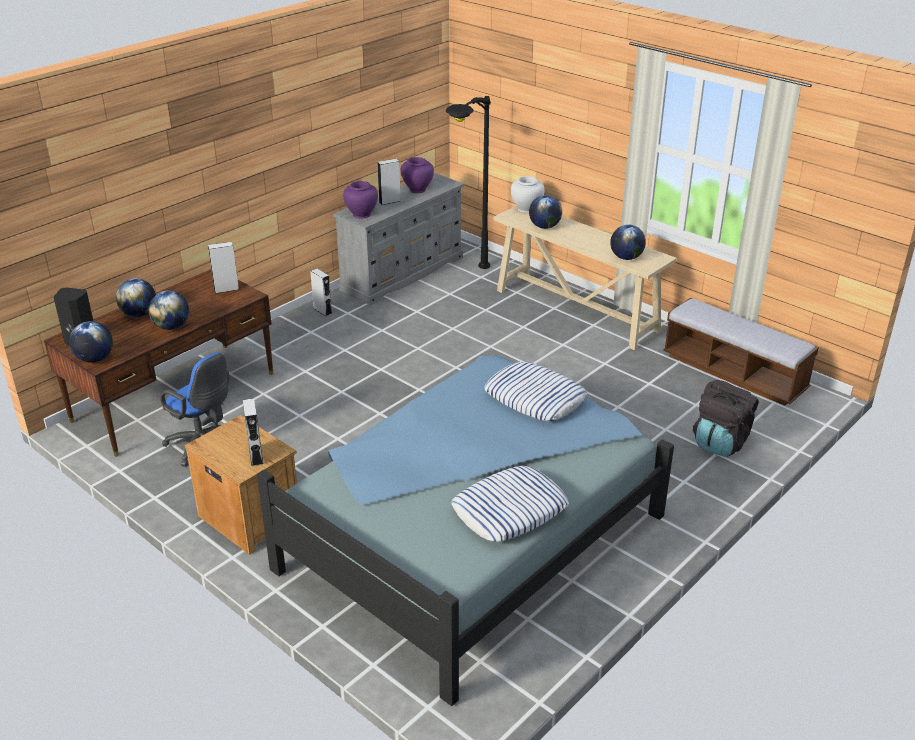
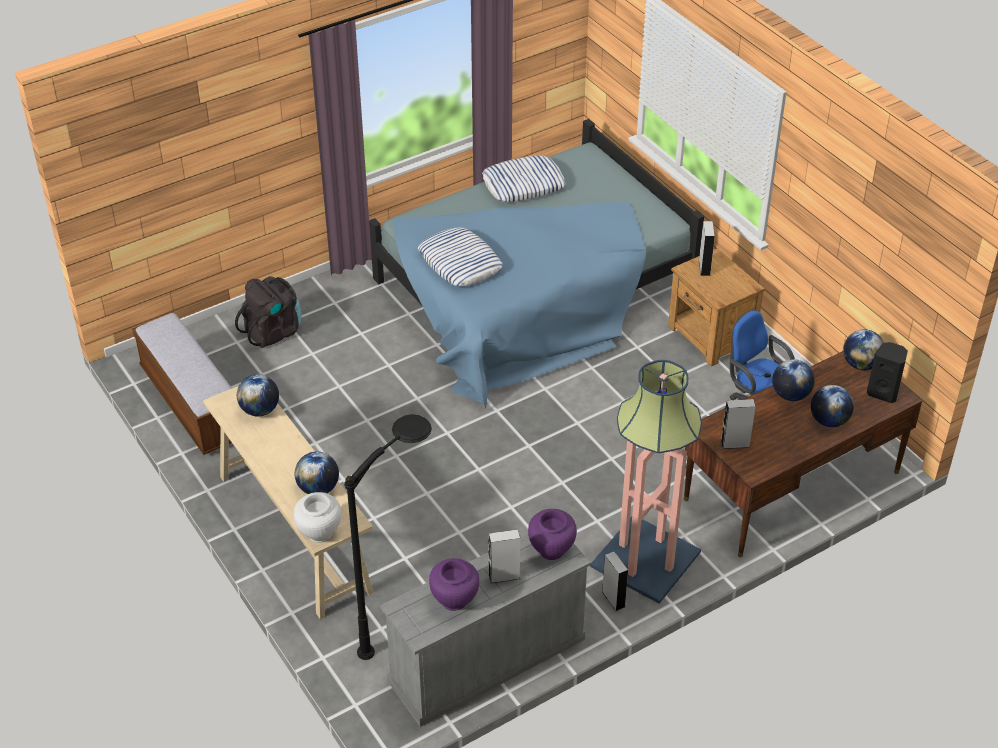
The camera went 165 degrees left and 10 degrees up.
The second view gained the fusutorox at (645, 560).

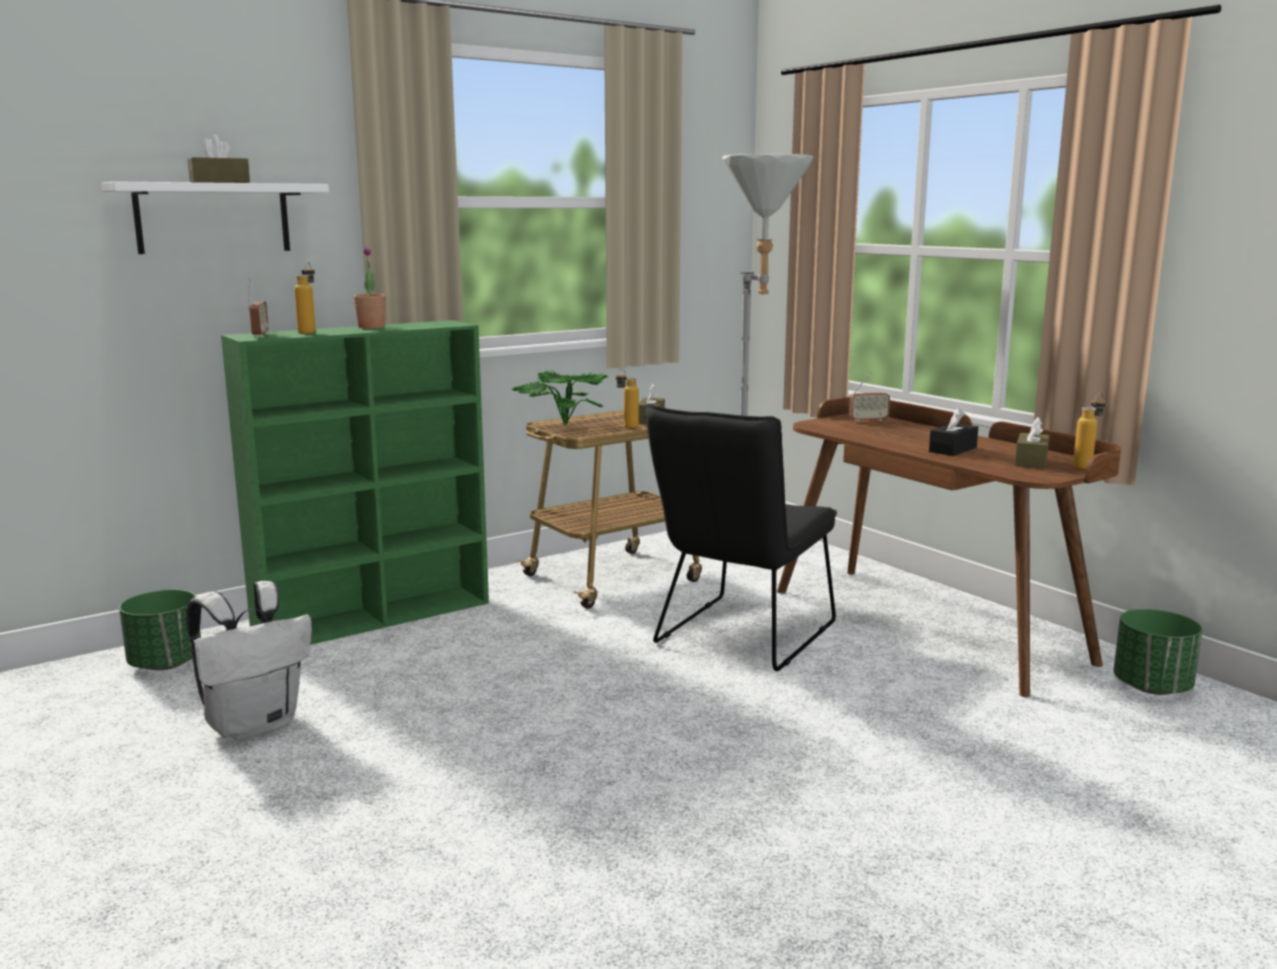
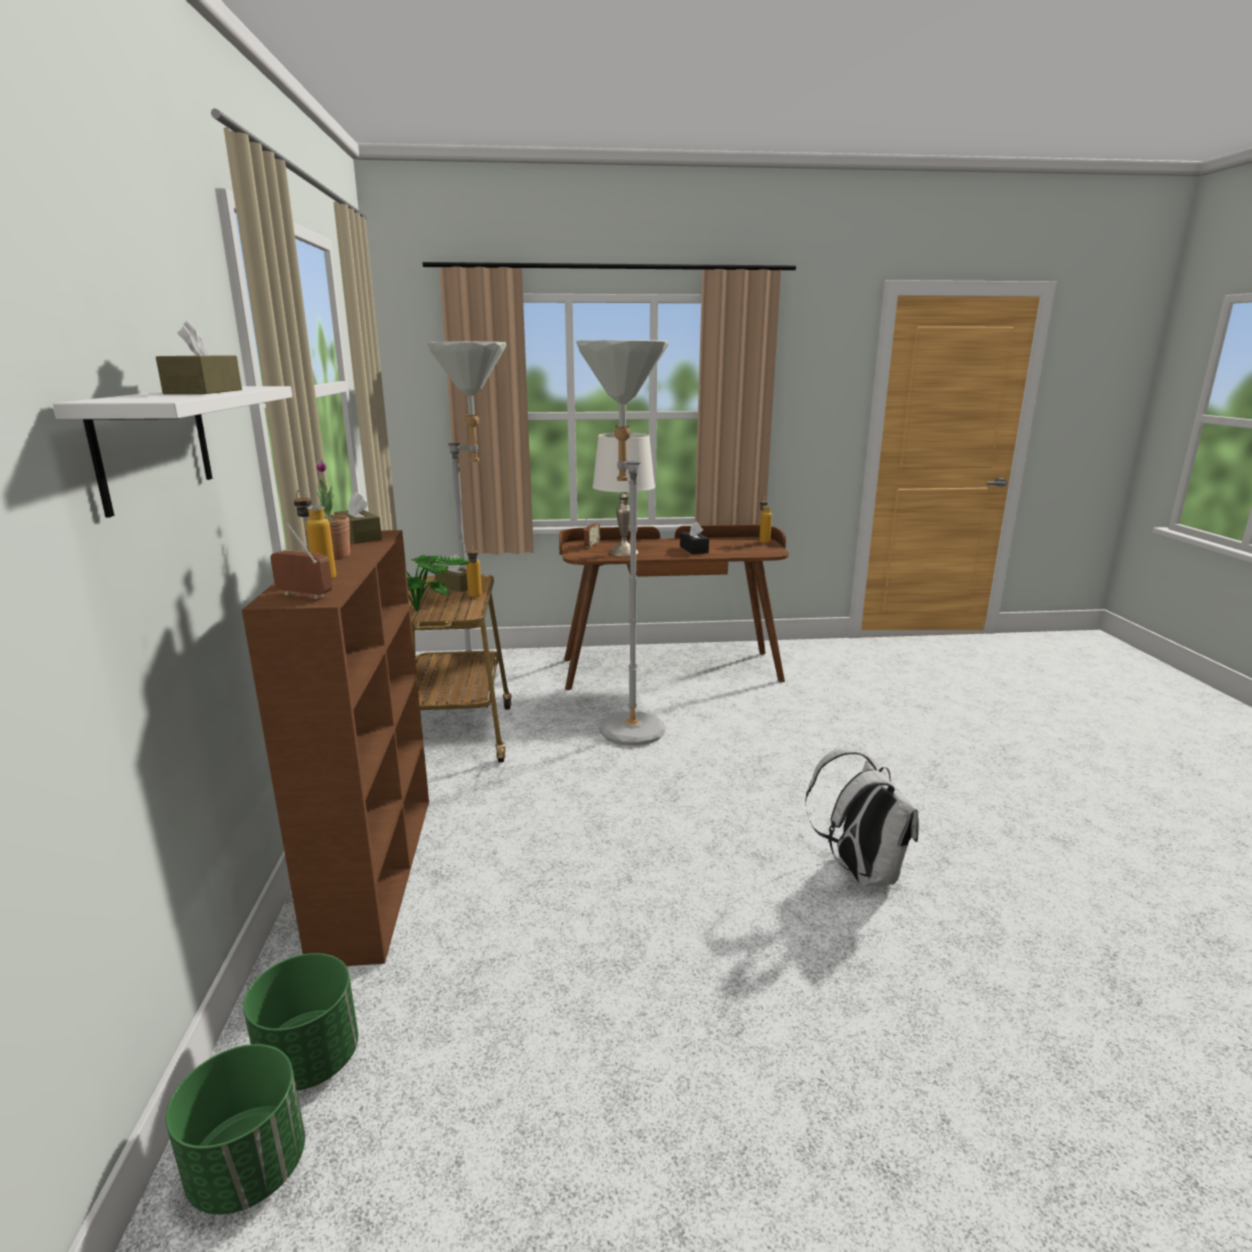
The camera went 60 degrees left and 5 degrees up.
The second view gained the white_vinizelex at (623, 552).
The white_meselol ended up elsewhere, having gone from (254, 725) to (860, 870).
The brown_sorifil ended up elsewhere, having gone from (1031, 461) to (359, 537).
The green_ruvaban ended up elsewhere, having gone from (1152, 687) to (250, 1168).
Where the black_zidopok stood at (739, 637), the grey_fusutorox came to stand at (625, 725).
What was the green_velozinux at (376, 617) turned into the brown_velozinux at (376, 870).

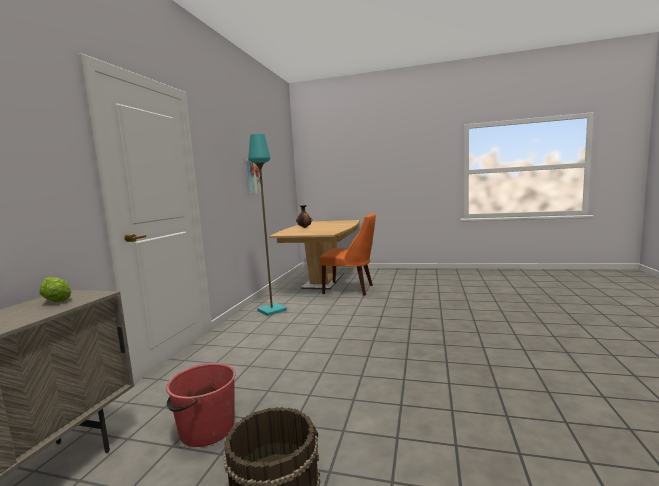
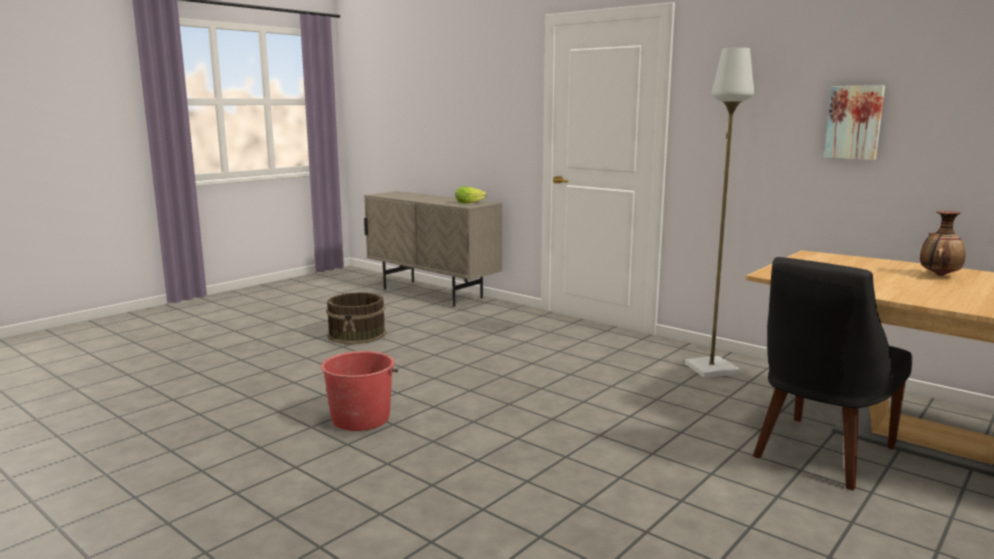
The camera went 115 degrees right and 5 degrees up.
The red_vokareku ended up elsewhere, having gone from (206, 429) to (361, 418).
What was the turquoise_fusutorox at (271, 310) turned into the grey_fusutorox at (710, 369).
What was the orange_zidopok at (351, 289) turned into the black_zidopok at (819, 454).

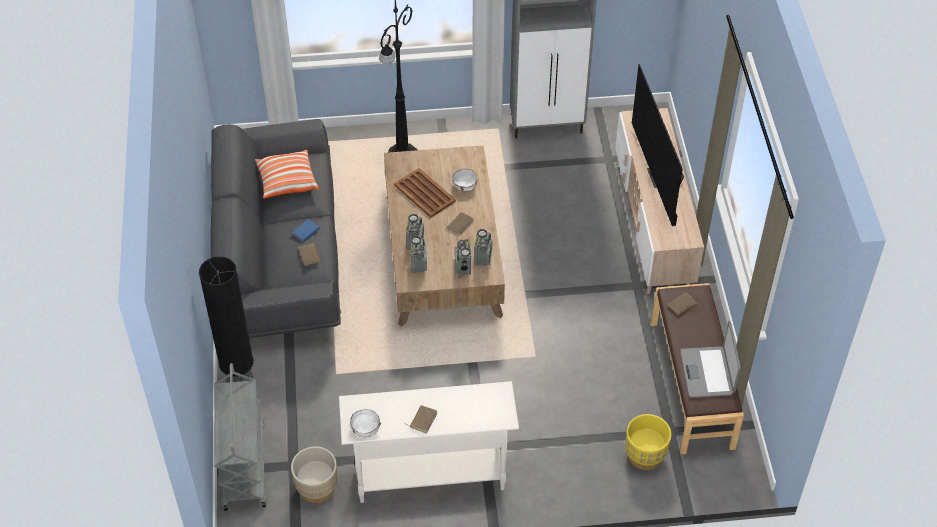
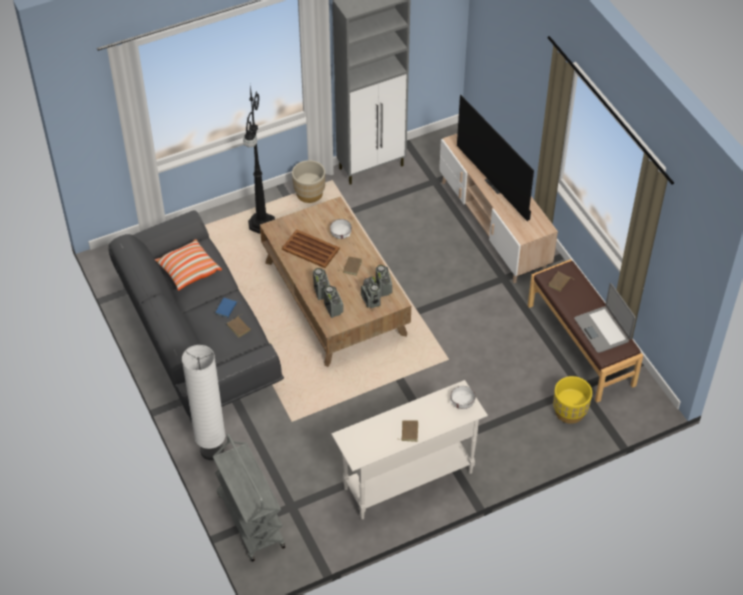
The camera went 20 degrees left and 0 degrees up.
The beige_ruvaban ended up elsewhere, having gone from (316, 488) to (309, 193).
The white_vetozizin ended up elsewhere, having gone from (365, 428) to (462, 402).
What was the black_fusutorox at (239, 379) turned into the white_fusutorox at (212, 450).

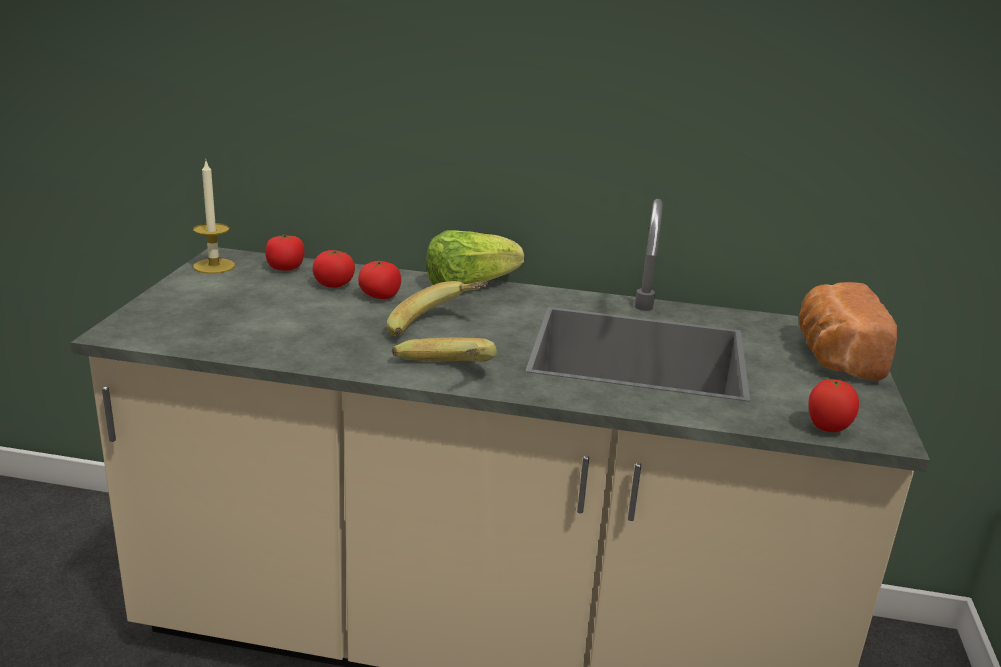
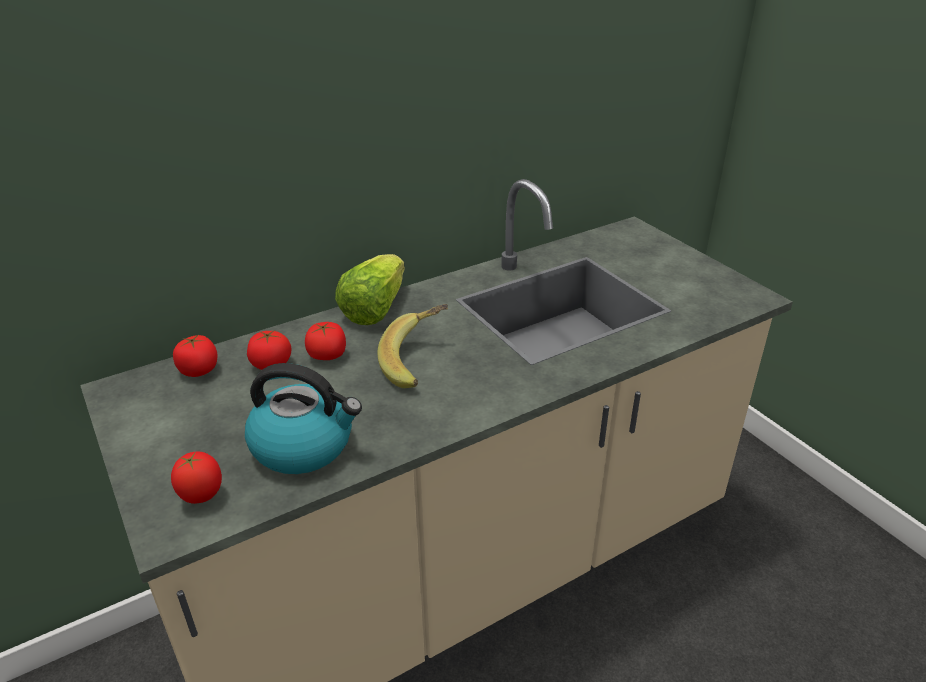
The camera went 40 degrees left and 10 degrees up.
The second view lost the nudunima at (214, 266).
The second view lost the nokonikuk at (443, 377).
The second view lost the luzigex at (834, 356).
The second view gained the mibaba at (304, 445).
The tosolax ended up elsewhere, having gone from (826, 429) to (201, 496).

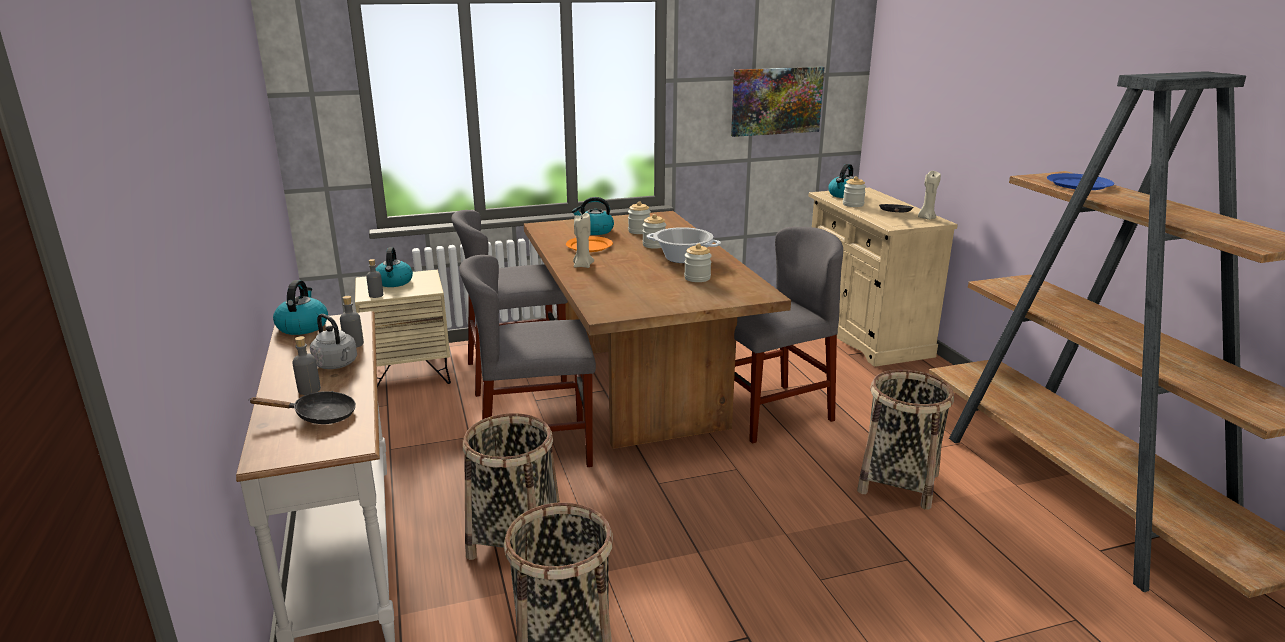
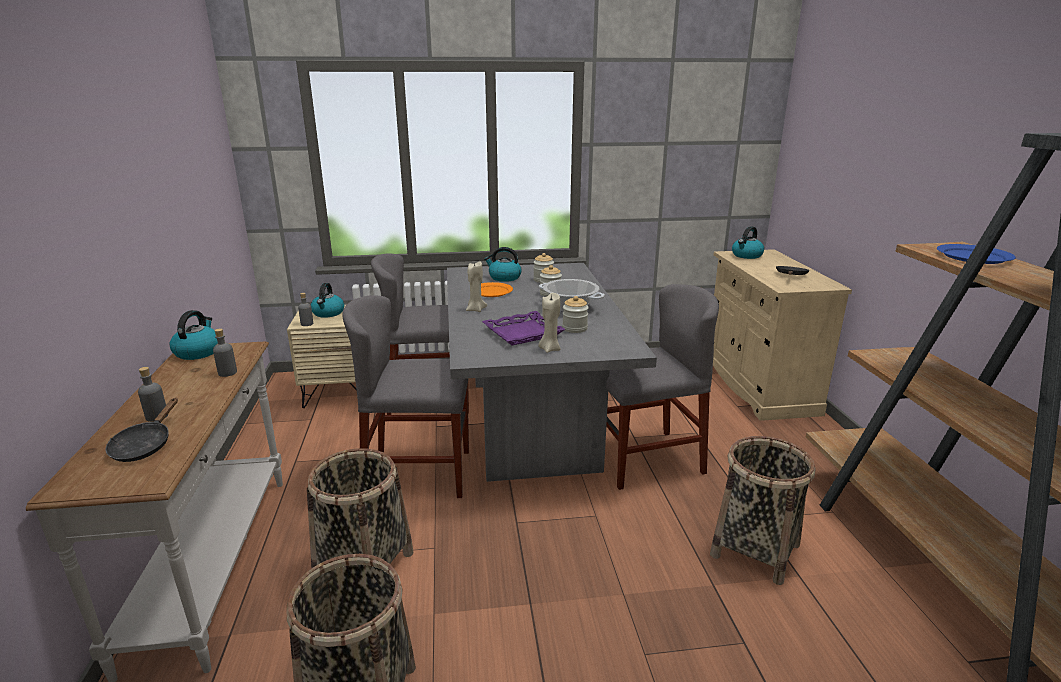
The camera went 10 degrees right and 0 degrees up.
The second view lost the grey_mibaba at (337, 365).
The second view lost the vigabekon at (776, 101).
The second view lost the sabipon at (853, 204).
The second view gained the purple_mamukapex at (523, 333).
The beige_nudunima ended up elsewhere, having gone from (926, 218) to (549, 349).
What was the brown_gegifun at (638, 388) turned into the grey_gegifun at (530, 422).
The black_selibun at (319, 416) ended up facing another way, 90 degrees clockwise from before.

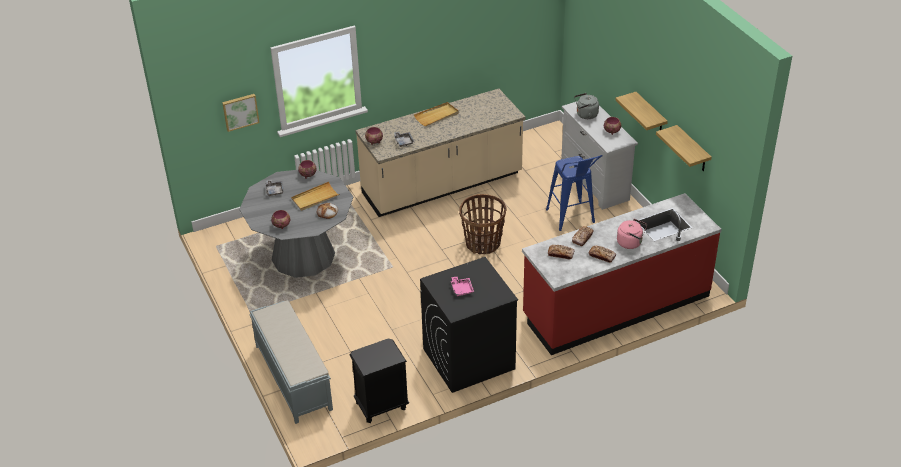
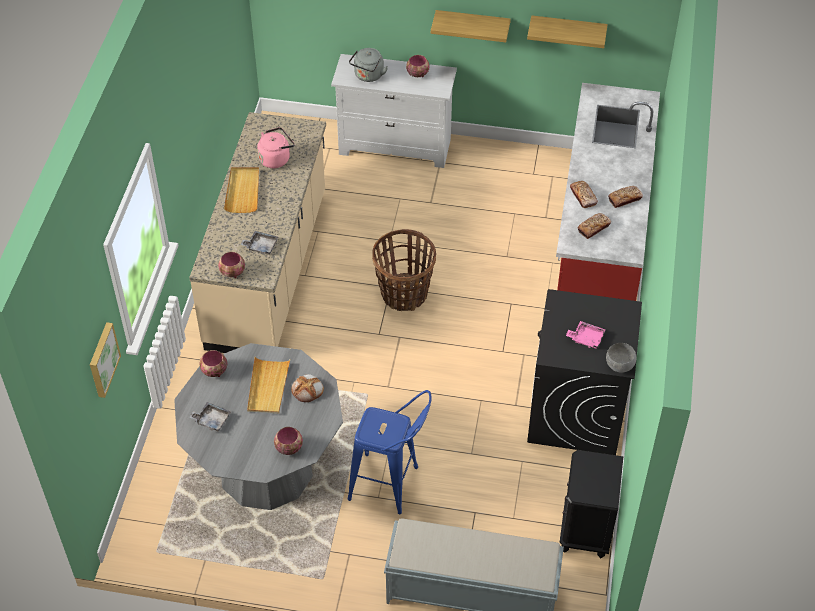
The camera went 55 degrees left and 10 degrees up.
The second view gained the grey_vetozizin at (619, 366).
The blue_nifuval ended up elsewhere, having gone from (572, 219) to (391, 486).
The pink_mibaba ended up elsewhere, having gone from (631, 243) to (276, 158).

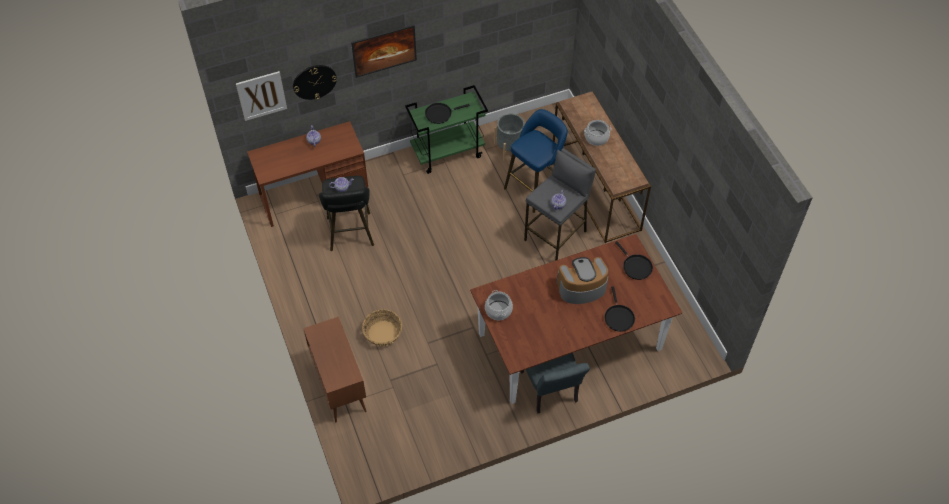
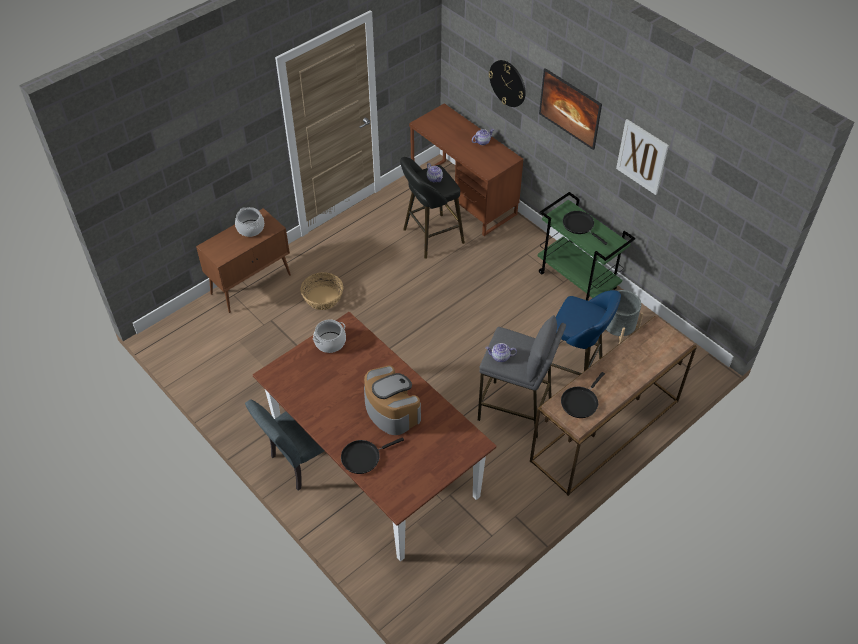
The camera went 70 degrees right and 5 degrees down.
The vigabekon ended up elsewhere, having gone from (261, 95) to (642, 156).
The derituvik ended up elsewhere, having gone from (596, 137) to (251, 228).
The black_selibun ended up elsewhere, having gone from (635, 266) to (580, 402).

